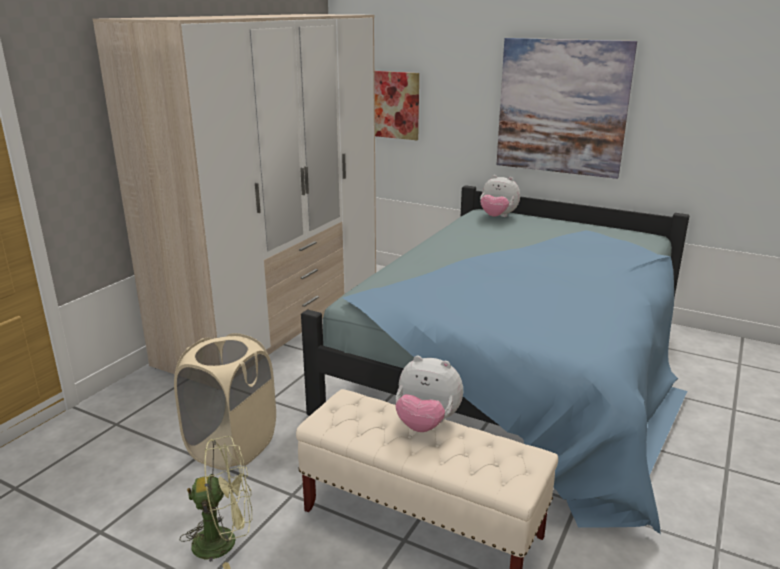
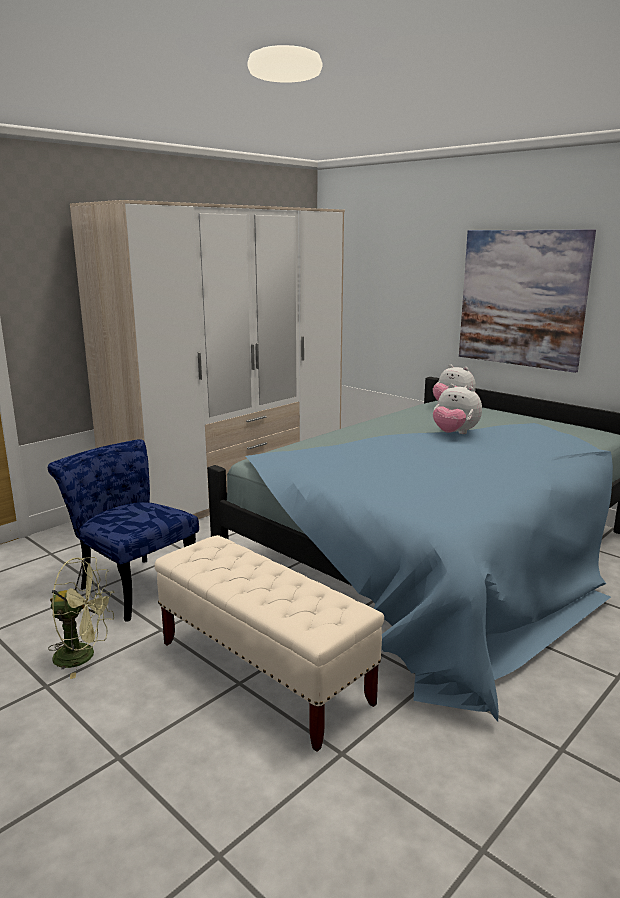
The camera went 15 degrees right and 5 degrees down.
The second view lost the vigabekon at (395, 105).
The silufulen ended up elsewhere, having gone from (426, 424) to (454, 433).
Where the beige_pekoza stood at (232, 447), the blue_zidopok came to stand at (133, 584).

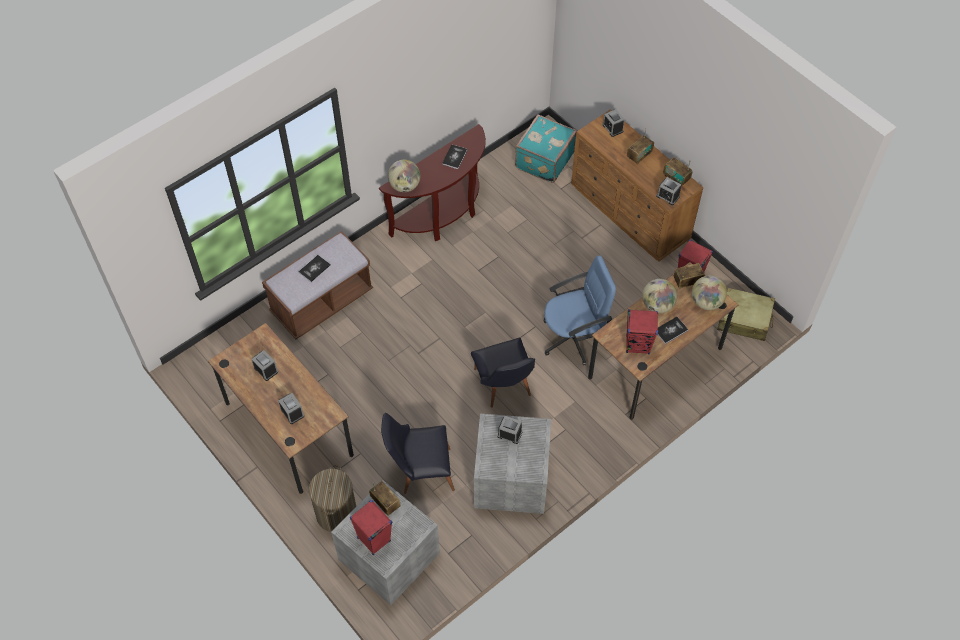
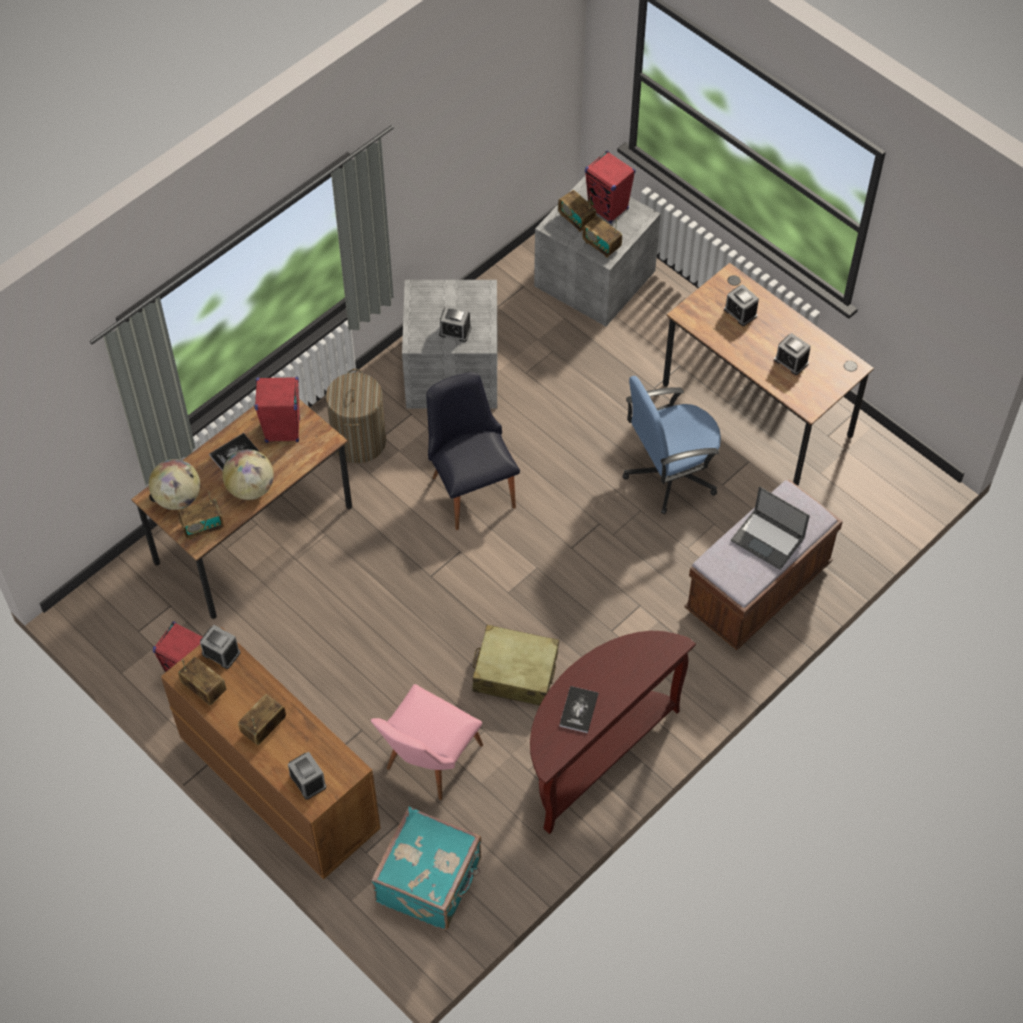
The camera went 175 degrees right and 0 degrees up.
The second view lost the black_zidopok at (420, 471).
The second view lost the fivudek at (404, 186).
The second view gained the pink_zidopok at (427, 763).
The second view gained the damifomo at (576, 220).
The pekoza ended up elsewhere, having gone from (336, 513) to (359, 441).
The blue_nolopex ended up elsewhere, having gone from (573, 338) to (669, 474).
The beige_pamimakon ended up elsewhere, having gone from (744, 320) to (515, 673).
Where the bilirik stood at (314, 269), the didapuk came to stand at (768, 539).

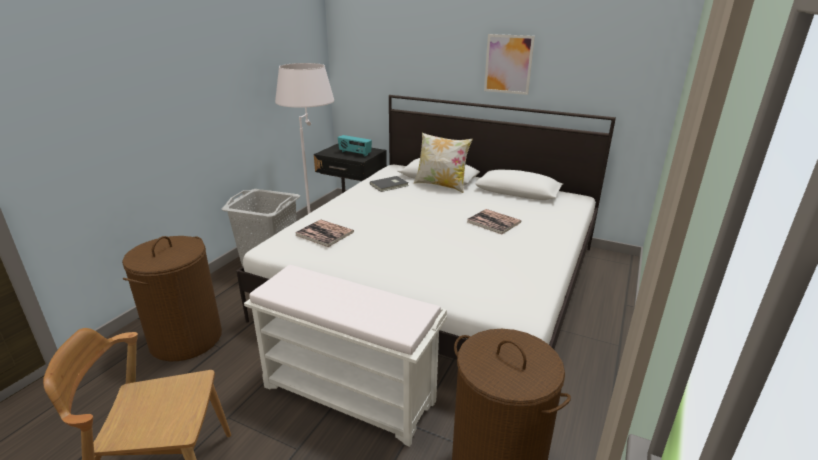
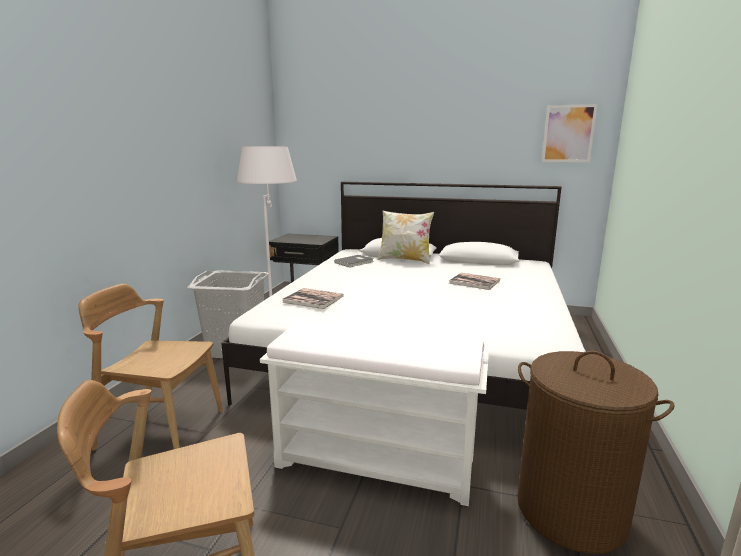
The camera went 10 degrees left and 10 degrees down.
The second view lost the damifomo at (354, 153).
The vigabekon ended up elsewhere, having gone from (508, 64) to (568, 134).
Where the brown_pekoza stood at (186, 339), the brown_zidopok came to stand at (161, 429).

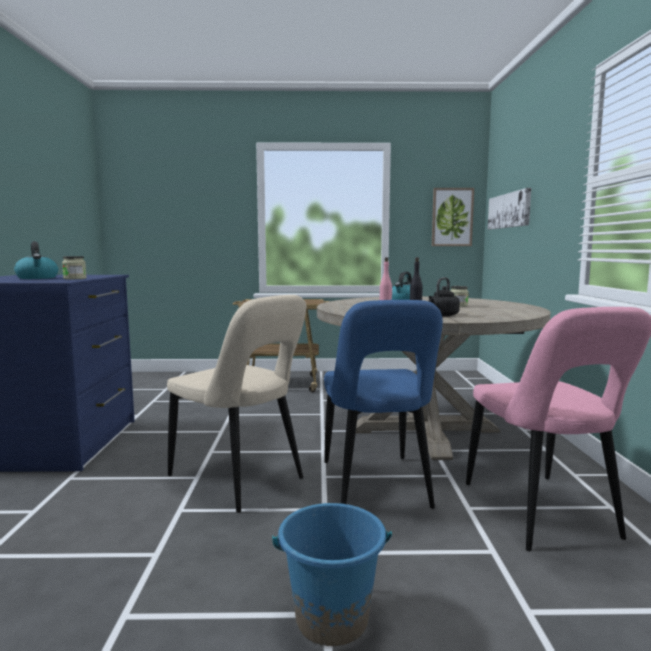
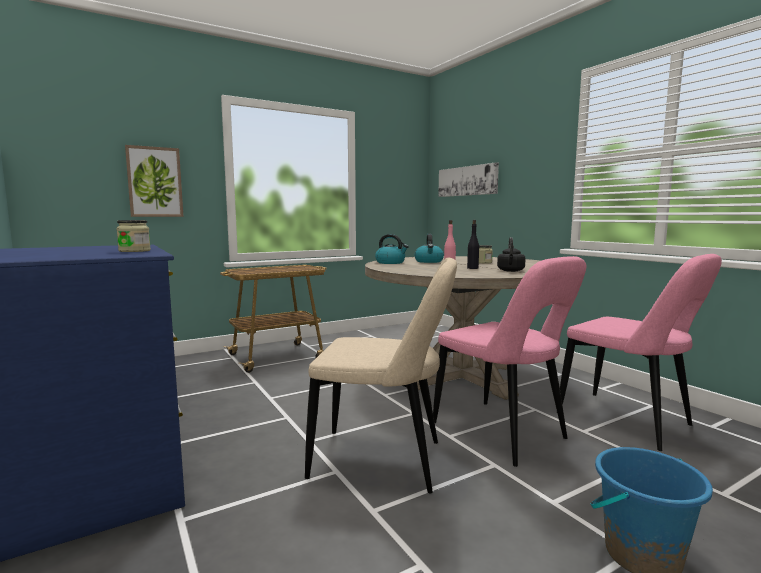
The camera went 30 degrees left and 0 degrees up.
The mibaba ended up elsewhere, having gone from (37, 278) to (391, 262).
The vigabekon ended up elsewhere, having gone from (452, 217) to (155, 182).
What was the blue_zidopok at (376, 487) turned into the pink_zidopok at (503, 434).

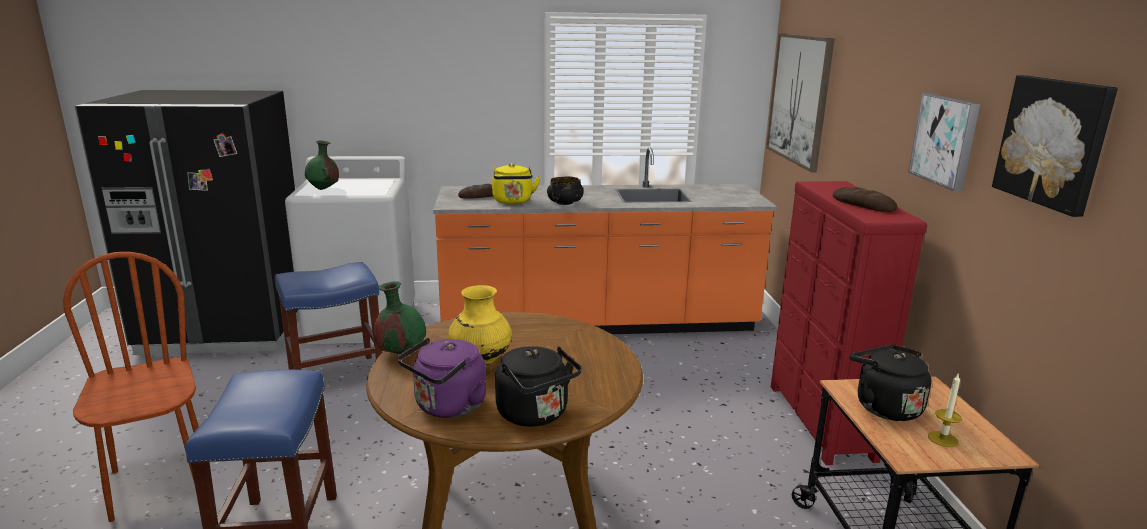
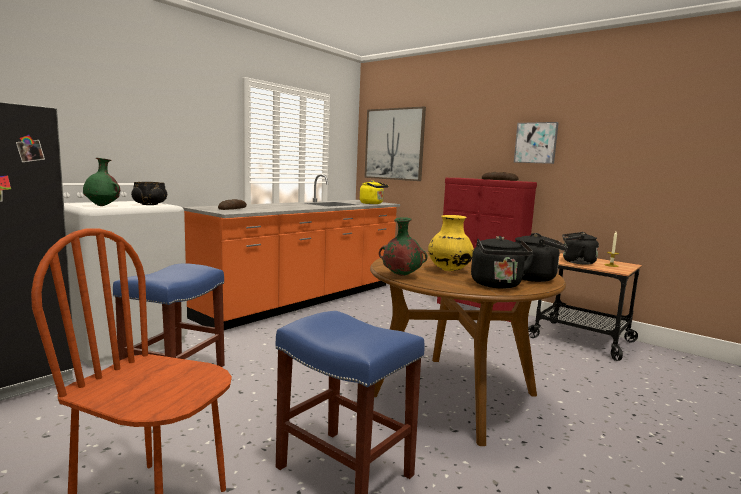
The camera went 45 degrees left and 10 degrees down.
The second view lost the vigabekon at (1054, 142).
The yellow_mibaba ended up elsewhere, having gone from (513, 202) to (372, 203).
The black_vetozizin ended up elsewhere, having gone from (565, 203) to (150, 204).
What was the purple_mibaba at (447, 407) turned into the black_mibaba at (497, 285).

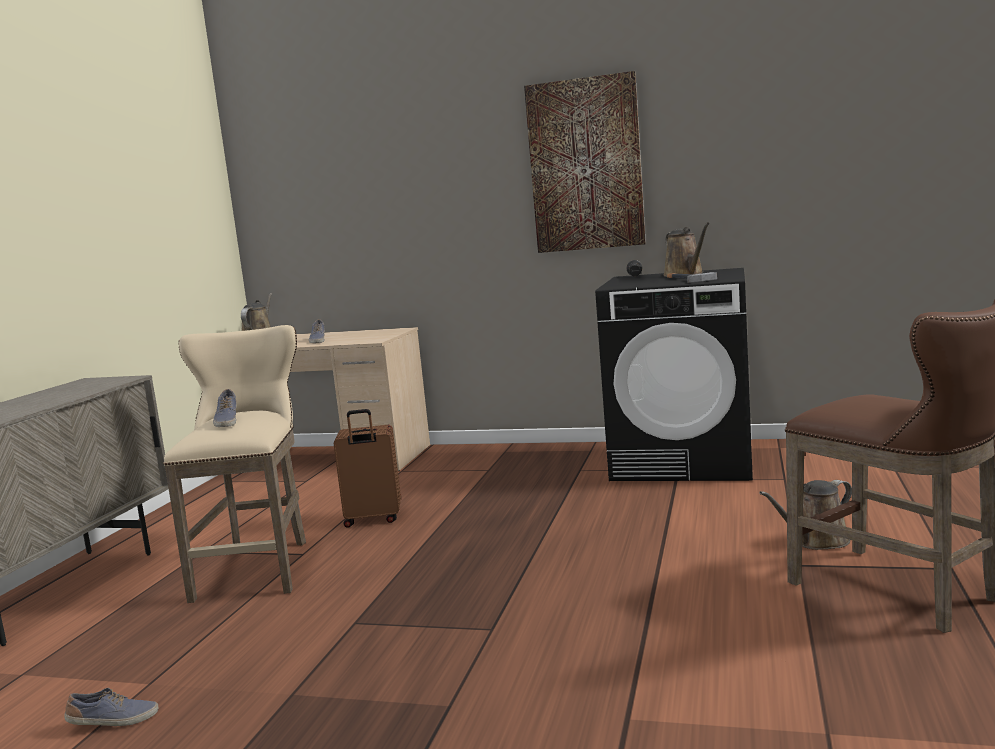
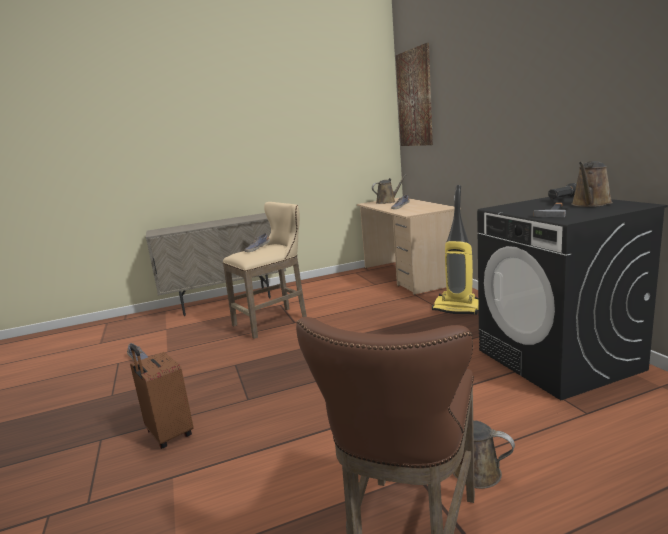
The camera went 55 degrees right and 5 degrees up.
The second view gained the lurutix at (457, 308).
The brown_pamimakon ended up elsewhere, having gone from (373, 519) to (168, 435).
The vigabekon ended up elsewhere, having gone from (585, 165) to (415, 98).

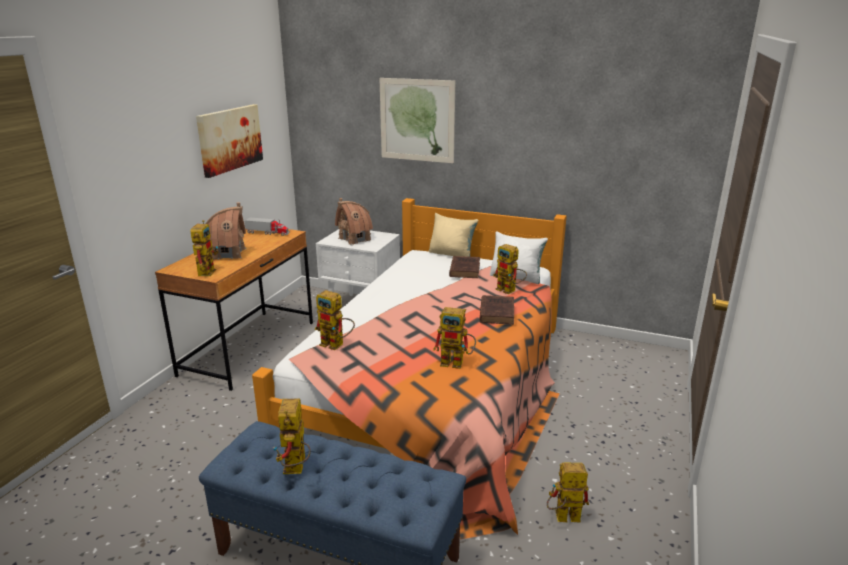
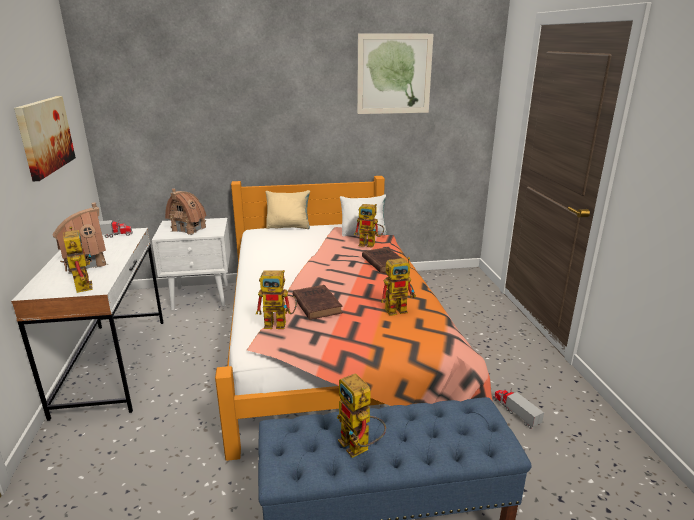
The camera went 30 degrees left and 0 degrees up.
The vigabekon ended up elsewhere, having gone from (417, 120) to (394, 74).
The brown_bilirik ended up elsewhere, having gone from (465, 269) to (316, 304).
Where the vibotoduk stood at (562, 518), the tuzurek came to stand at (515, 411).
What was the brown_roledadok at (249, 348) turned into the white_roledadok at (114, 364).

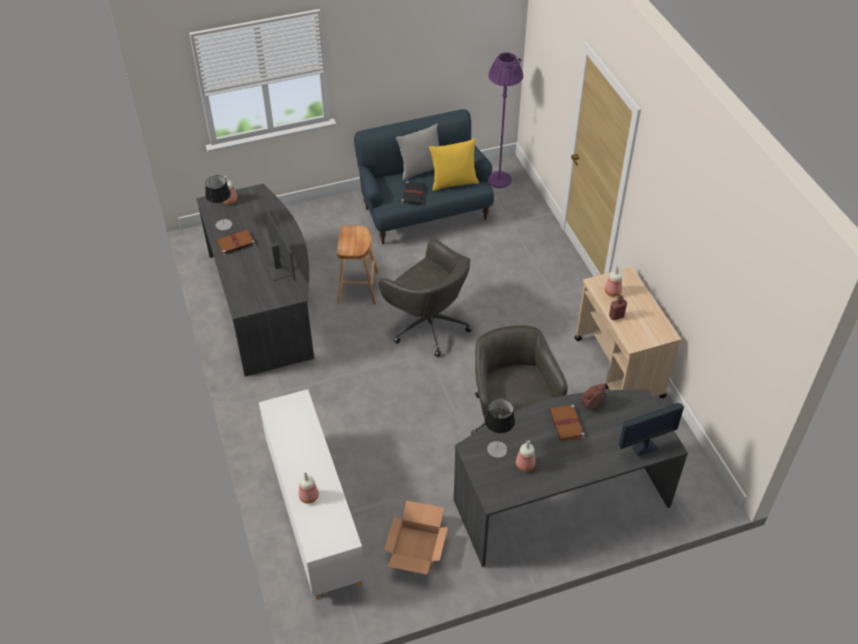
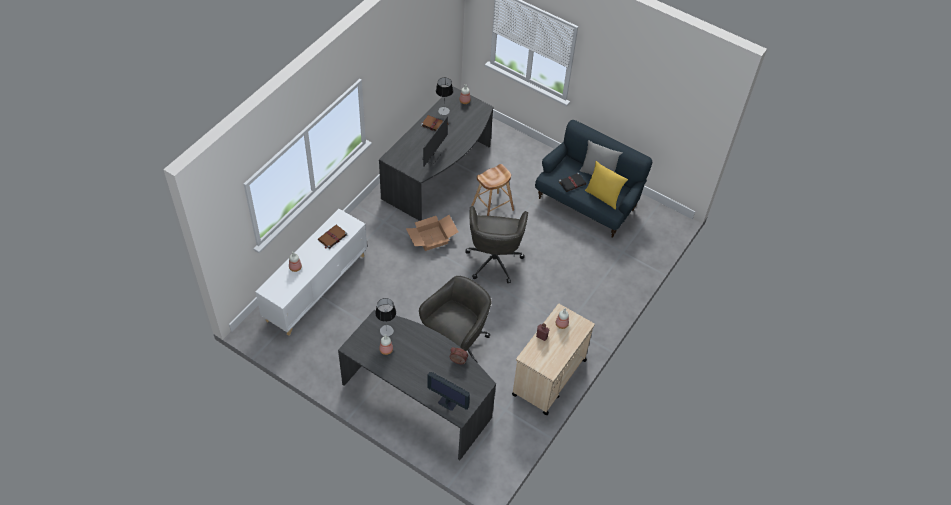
The camera went 50 degrees right and 5 degrees up.
The second view lost the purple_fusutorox at (499, 180).
The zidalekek ended up elsewhere, having gone from (415, 547) to (432, 238).
The brown_bilirik ended up elsewhere, having gone from (566, 424) to (332, 237).

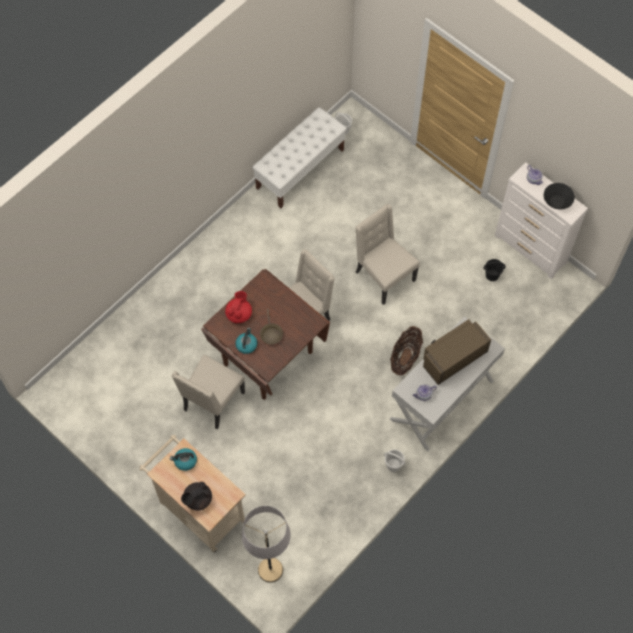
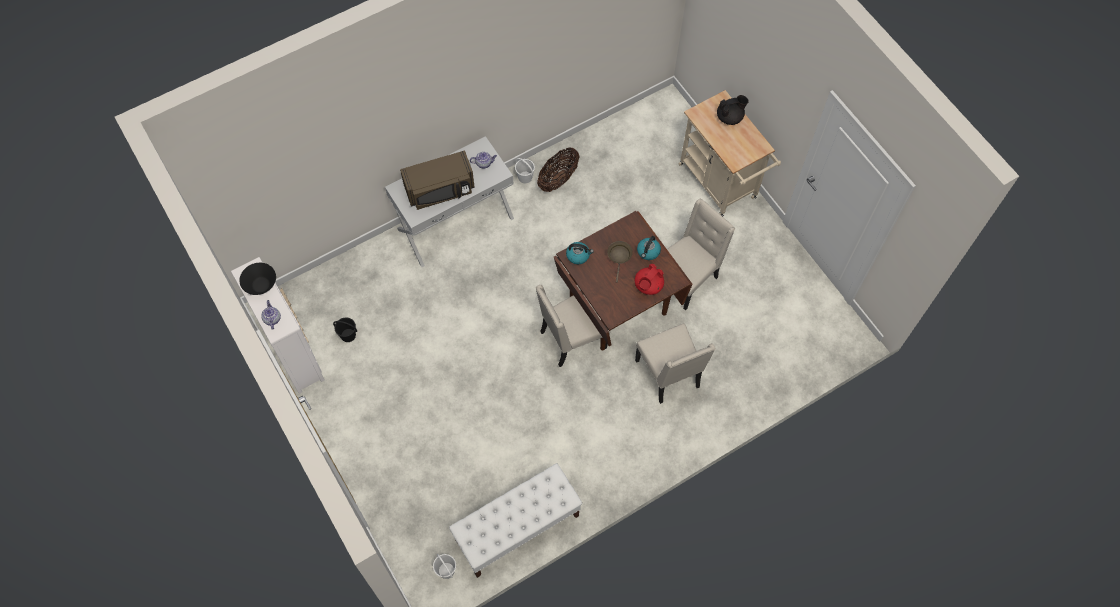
The camera went 165 degrees left and 0 degrees up.
The second view lost the grey_fusutorox at (270, 570).
The mibaba ended up elsewhere, having gone from (185, 461) to (578, 255).
The beige_zidopok ended up elsewhere, having gone from (383, 276) to (669, 374).
The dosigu ended up elsewhere, having gone from (405, 357) to (558, 179).

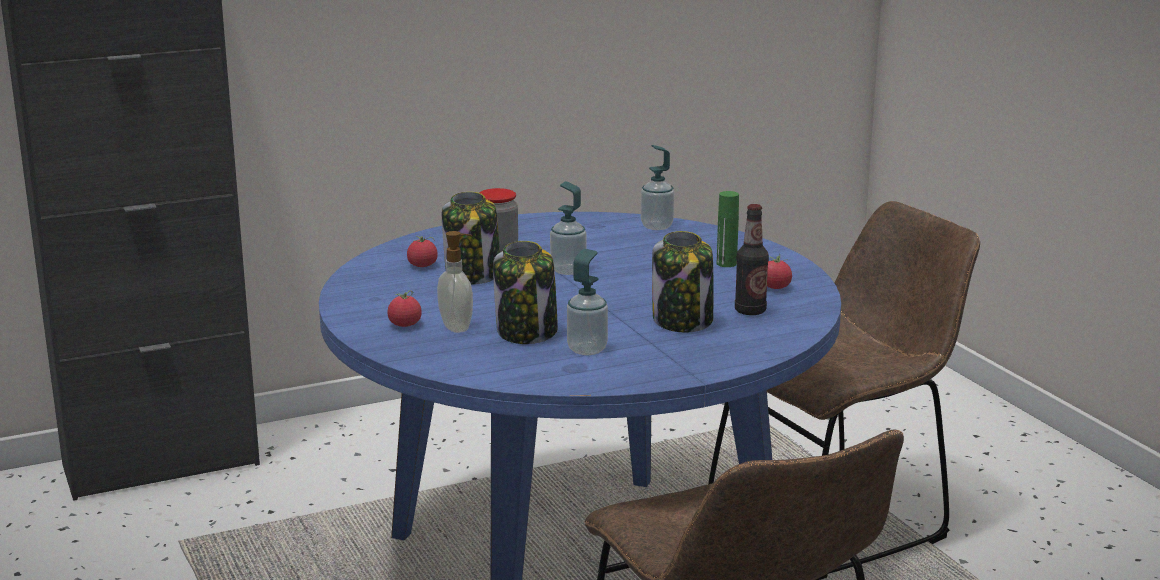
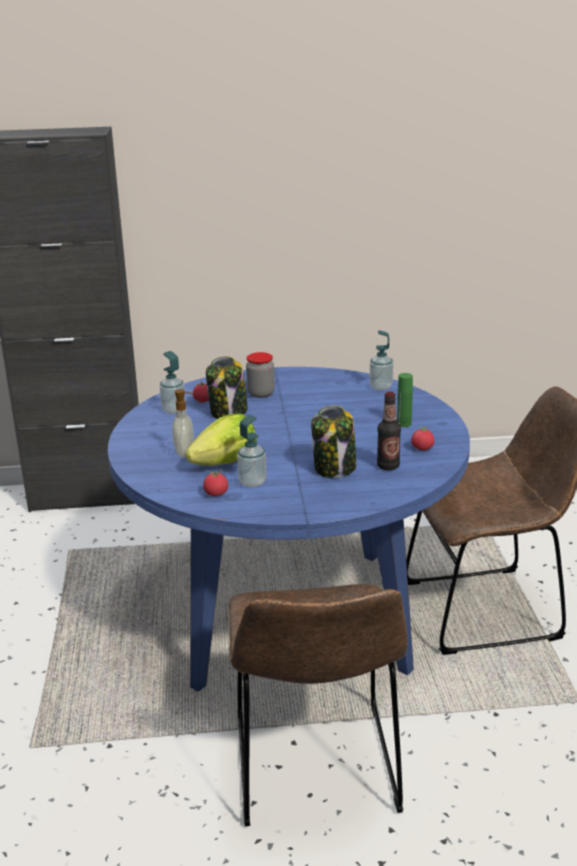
The camera went 20 degrees right and 5 degrees up.
The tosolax ended up elsewhere, having gone from (405, 325) to (216, 494).
The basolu ended up elsewhere, having gone from (568, 270) to (173, 410).
Where the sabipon stood at (527, 332), the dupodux came to stand at (225, 463).

